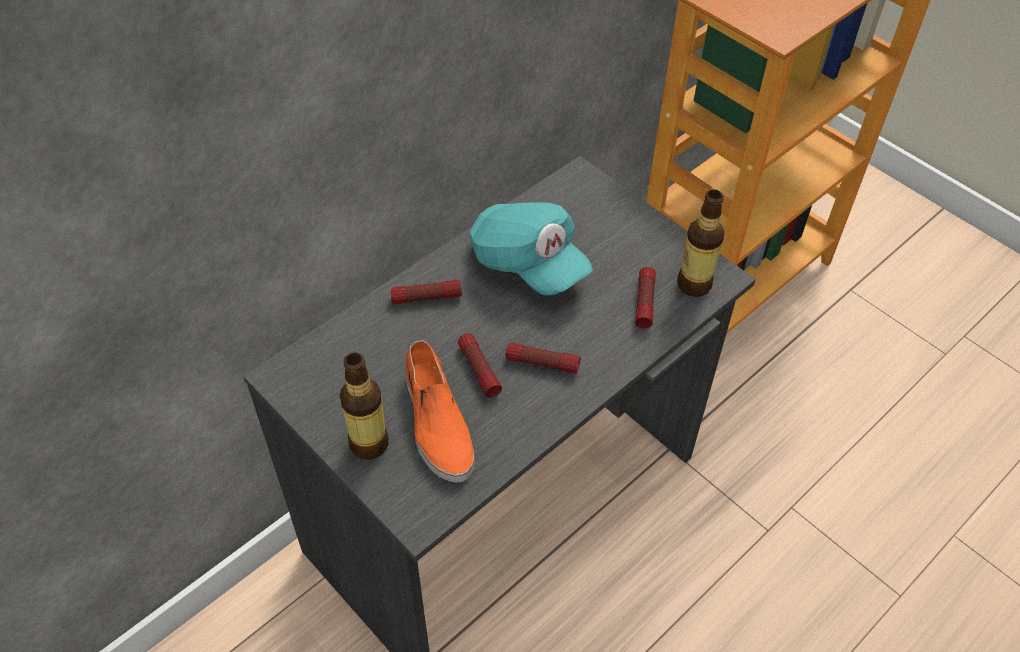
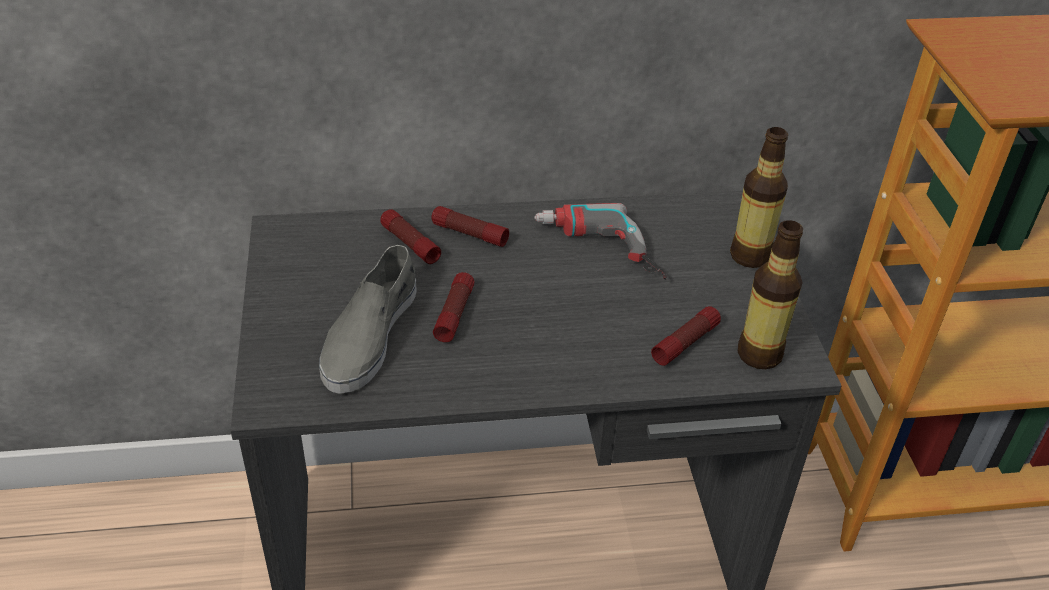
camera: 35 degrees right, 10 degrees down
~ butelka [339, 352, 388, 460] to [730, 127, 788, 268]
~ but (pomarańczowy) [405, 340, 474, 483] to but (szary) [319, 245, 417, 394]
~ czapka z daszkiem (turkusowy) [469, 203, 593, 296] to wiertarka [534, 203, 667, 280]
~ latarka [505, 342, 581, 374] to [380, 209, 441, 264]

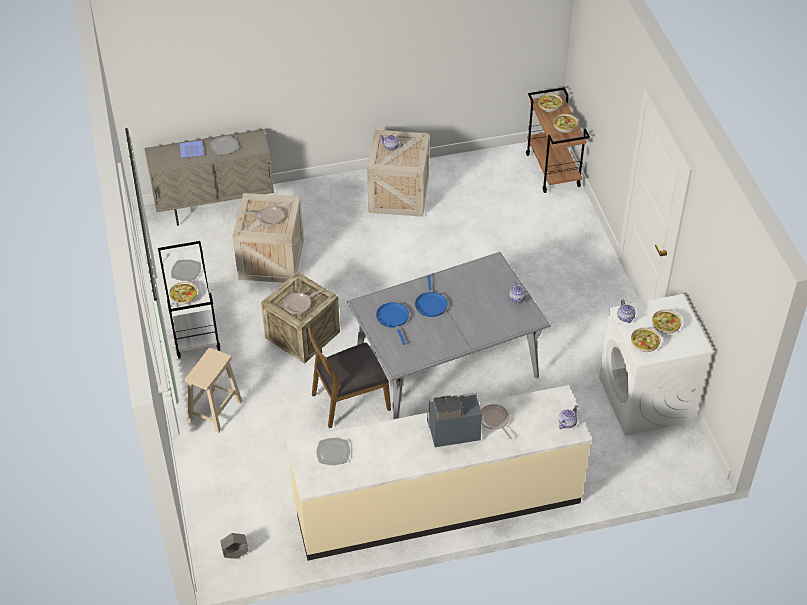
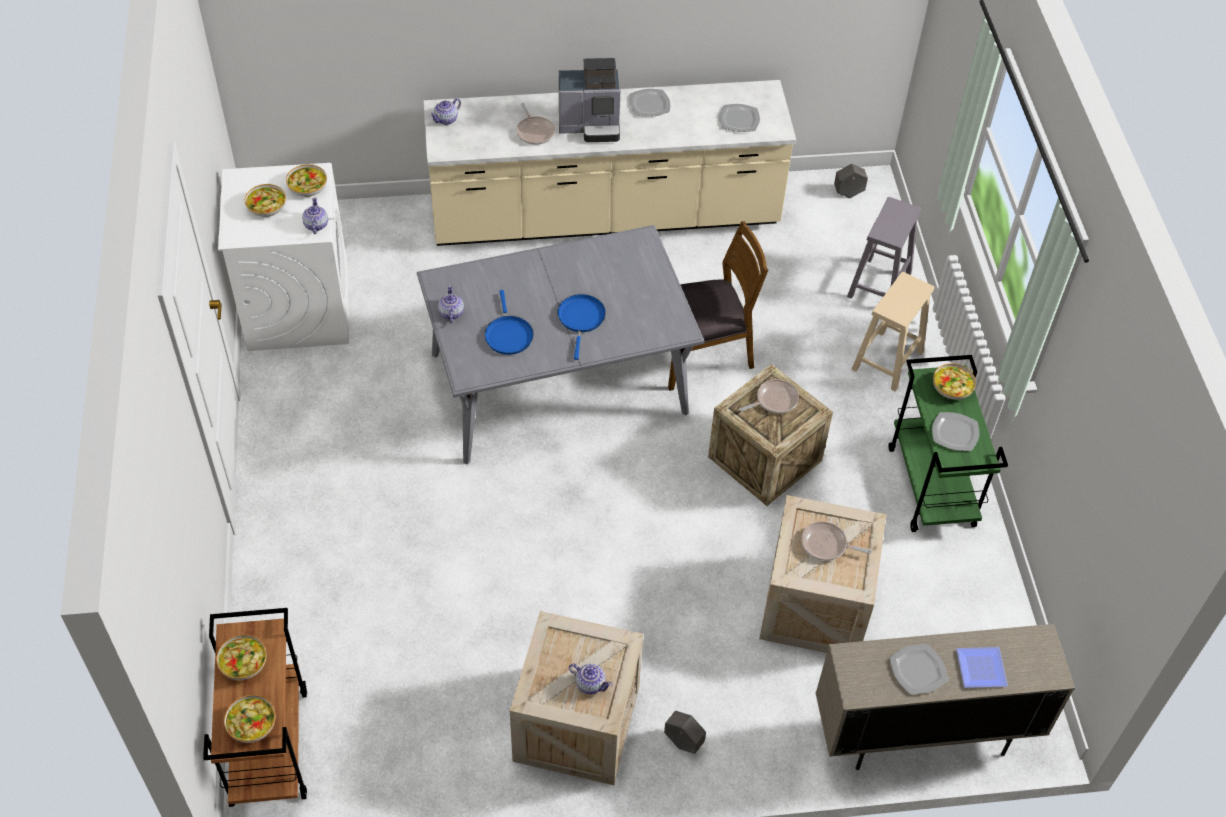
camera: 175 degrees left, 5 degrees up
~ wózek (biały) [158, 241, 220, 359] to wózek (zielony) [889, 355, 1008, 532]
~ patelnia (niebieski) [376, 302, 409, 345] to [485, 290, 534, 355]
+ talerz [629, 89, 670, 117]
+ donica (szary) [664, 711, 706, 754]
+ stołek (szary) [847, 197, 921, 299]

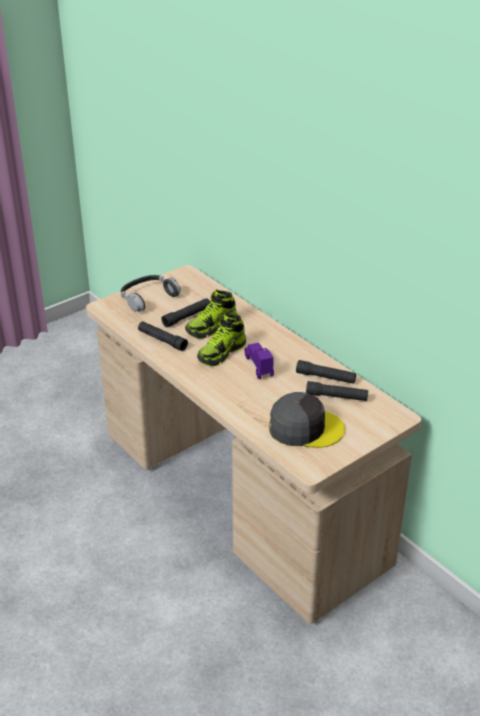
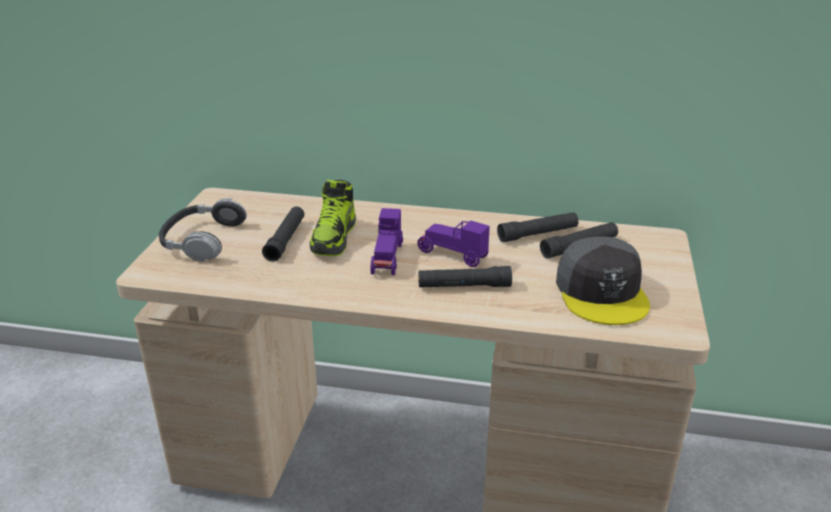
camera: 40 degrees left, 5 degrees down
~ latarka (czarny) [138, 321, 188, 351] to [418, 266, 512, 287]
~ but [197, 314, 246, 366] to samochodzik (fioletowy) [370, 208, 403, 275]
~ czapka z daszkiem (szary) [269, 392, 345, 448] = [556, 236, 650, 325] 120 degrees clockwise

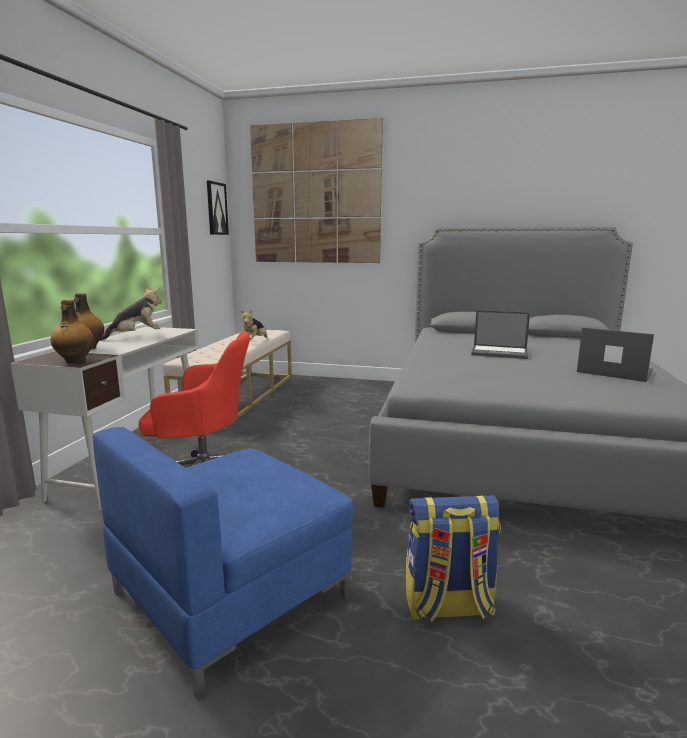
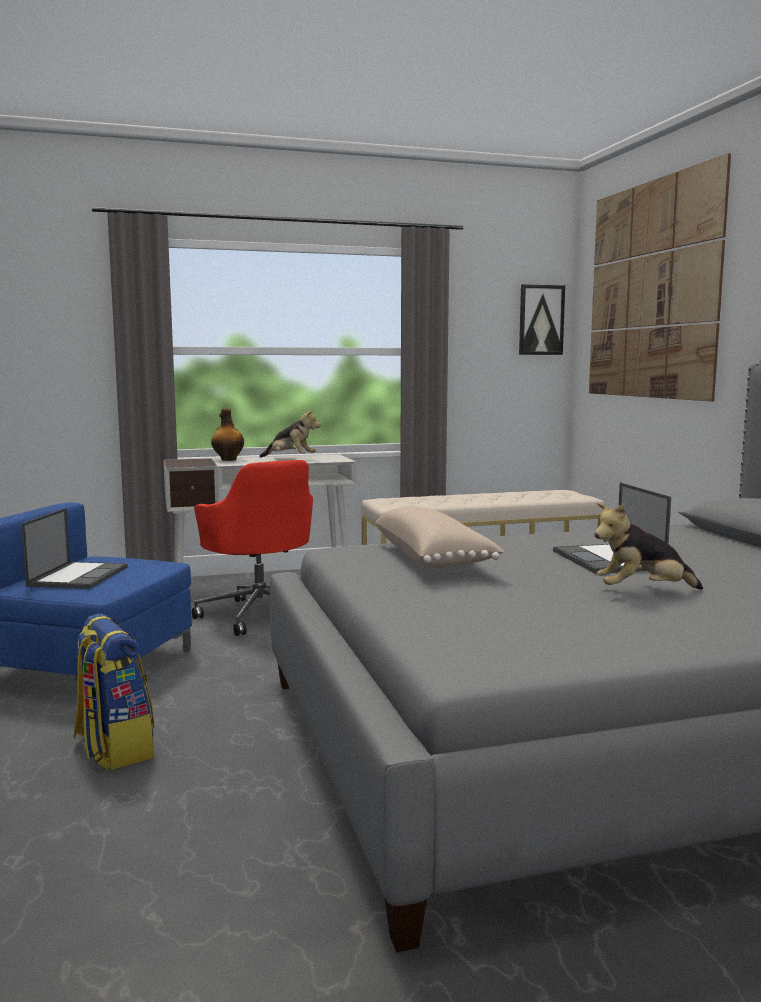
camera: 60 degrees right, 5 degrees down
- butelka [51, 300, 94, 363]
~ pluszak [241, 309, 267, 340] to [594, 503, 703, 590]
~ laptop [577, 327, 654, 382] to [21, 508, 128, 589]
+ poduszka (beżowy) [375, 506, 504, 569]

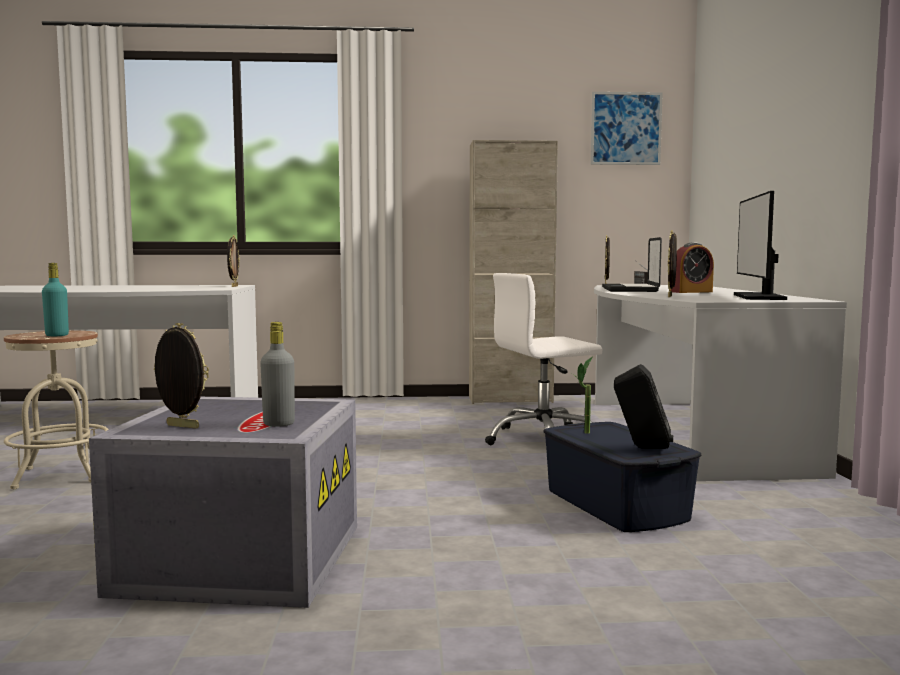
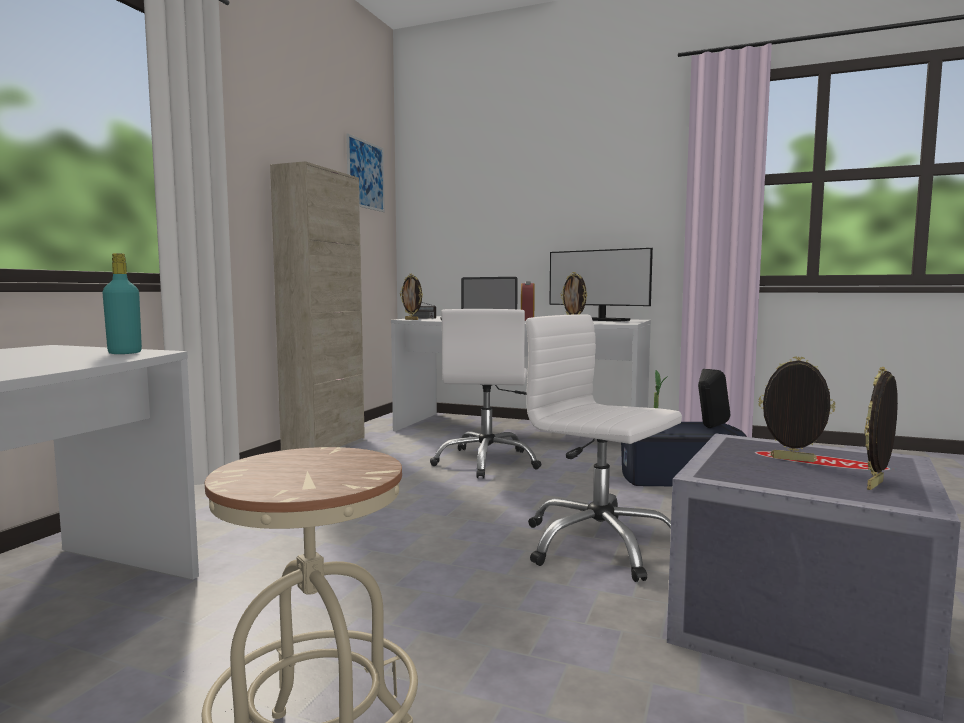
camera: 65 degrees left, 0 degrees up
~ butelka (turkusowy) [42, 263, 69, 336] to [102, 253, 142, 354]
~ ramka na zdjęcie [227, 235, 240, 287] to [758, 357, 835, 462]
- butelka (szary) [260, 322, 295, 427]
+ krzesło biurowe (biały) [526, 314, 682, 582]

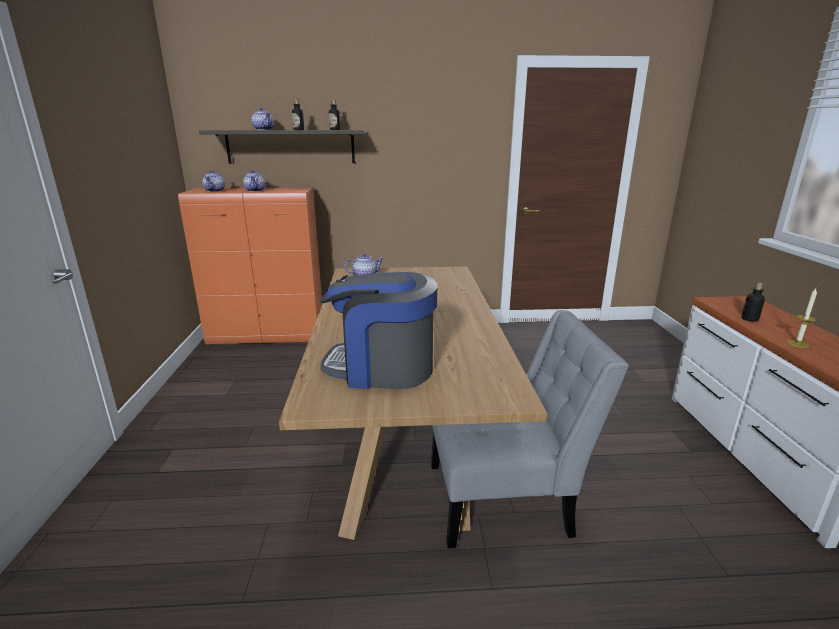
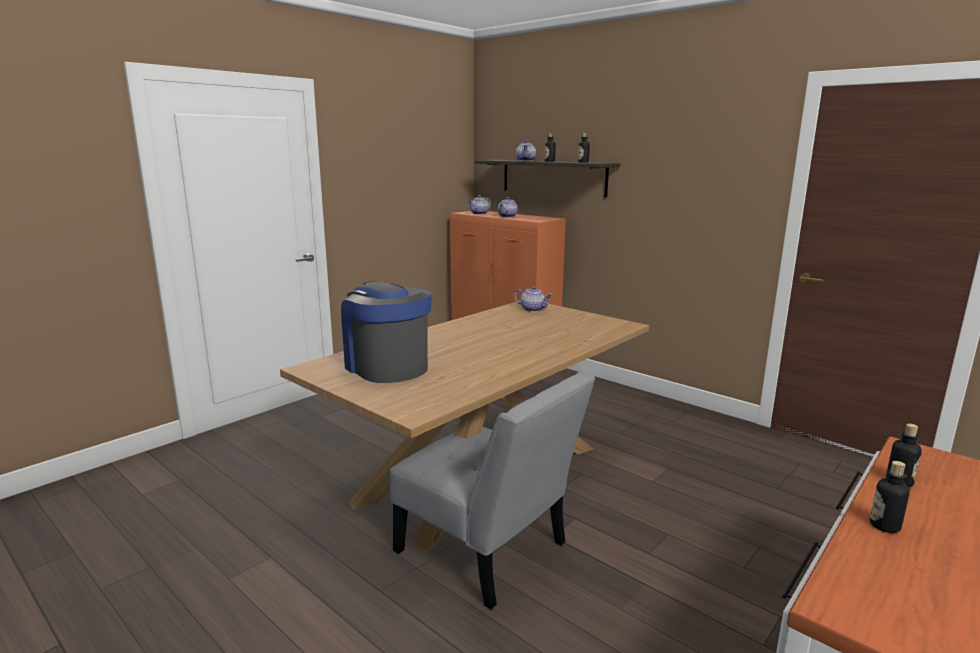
camera: 45 degrees right, 5 degrees down
~ świeca [787, 289, 817, 348] to butelka [870, 461, 910, 533]

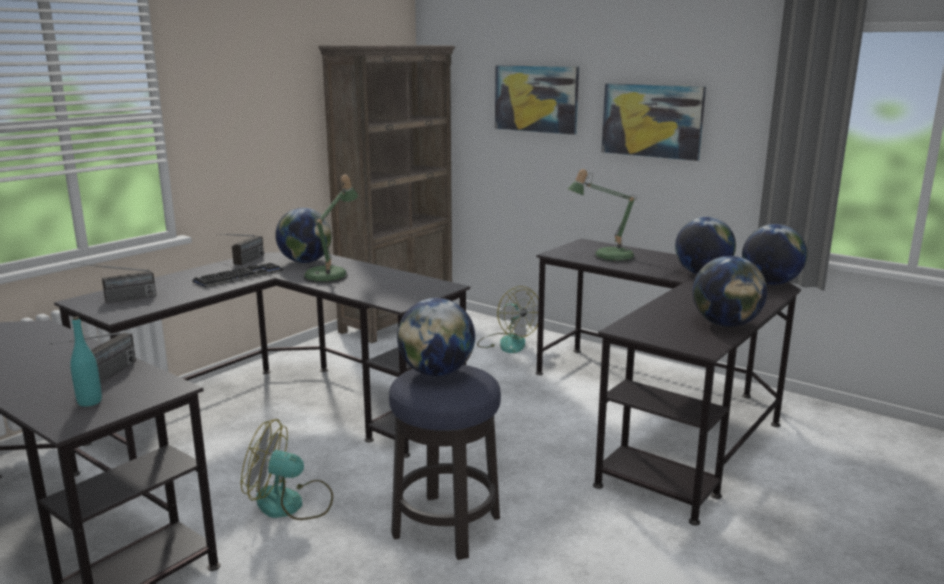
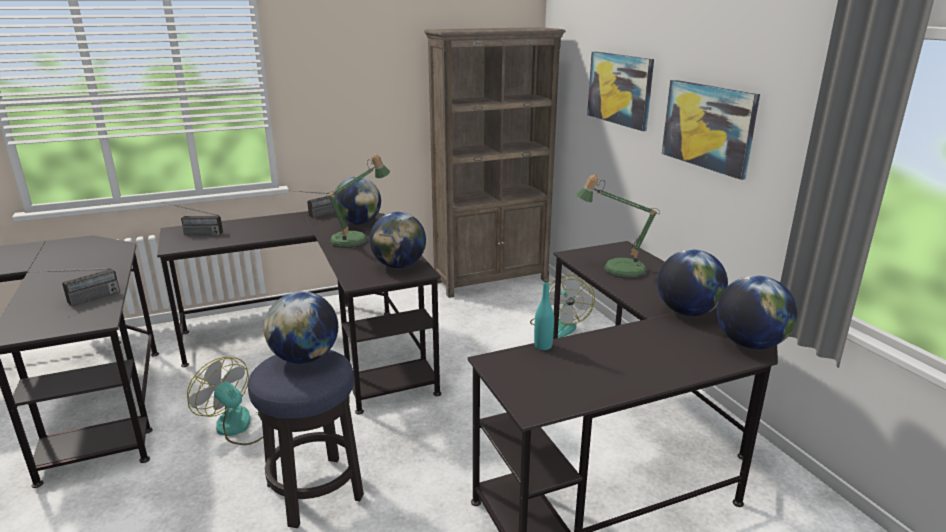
camera: 30 degrees right, 5 degrees up
~ butelka (turkusowy) [70, 316, 102, 407] to [534, 279, 554, 350]
- klawiatura [192, 263, 284, 288]
~ globus [693, 256, 767, 327] to [370, 212, 426, 268]

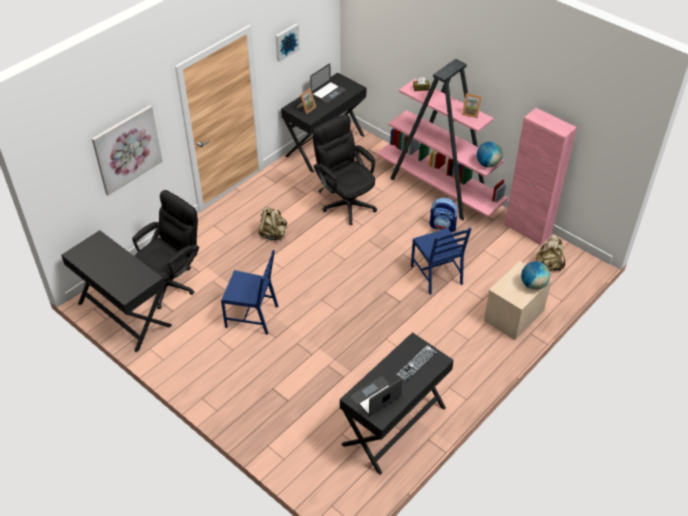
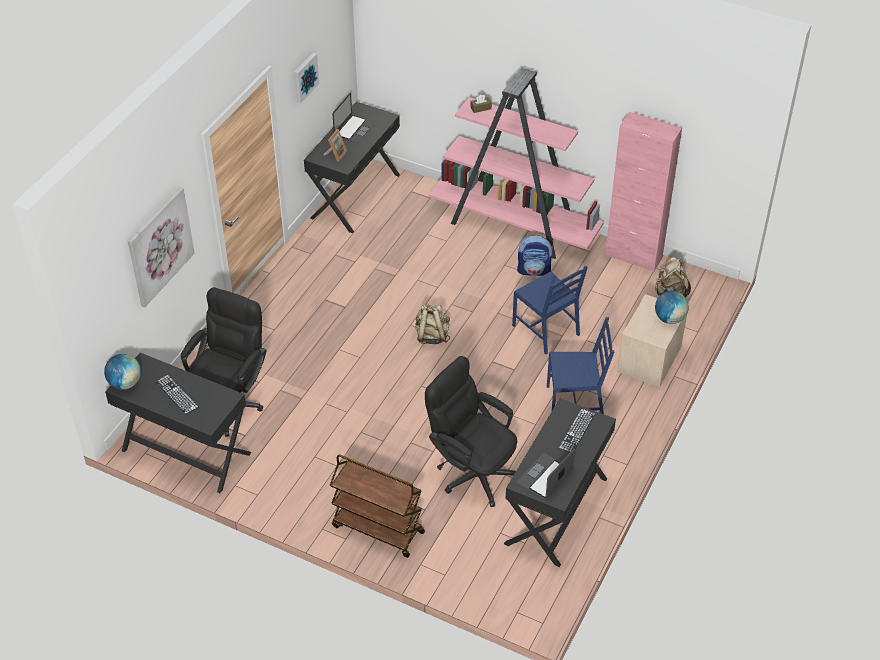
camera: 15 degrees left, 0 degrees up
~ krzesło (niebieski) [221, 250, 278, 335] to [547, 317, 614, 414]
~ plecak (beżowy) [259, 207, 287, 240] to [415, 304, 450, 344]
~ krzesło biurowe (czarny) [313, 114, 377, 225] to [425, 356, 517, 507]
- ramka na zdjęcie [462, 93, 482, 118]
~ globus [477, 142, 503, 168] to [104, 354, 141, 390]
+ klawiatura [156, 375, 199, 414]
+ wózek (brązowy) [330, 454, 425, 558]

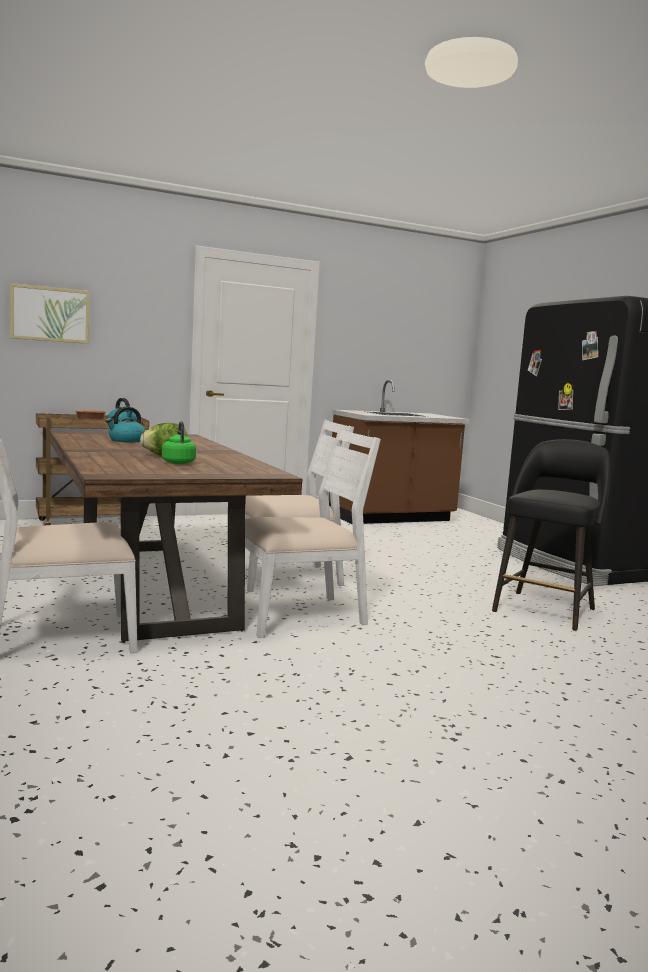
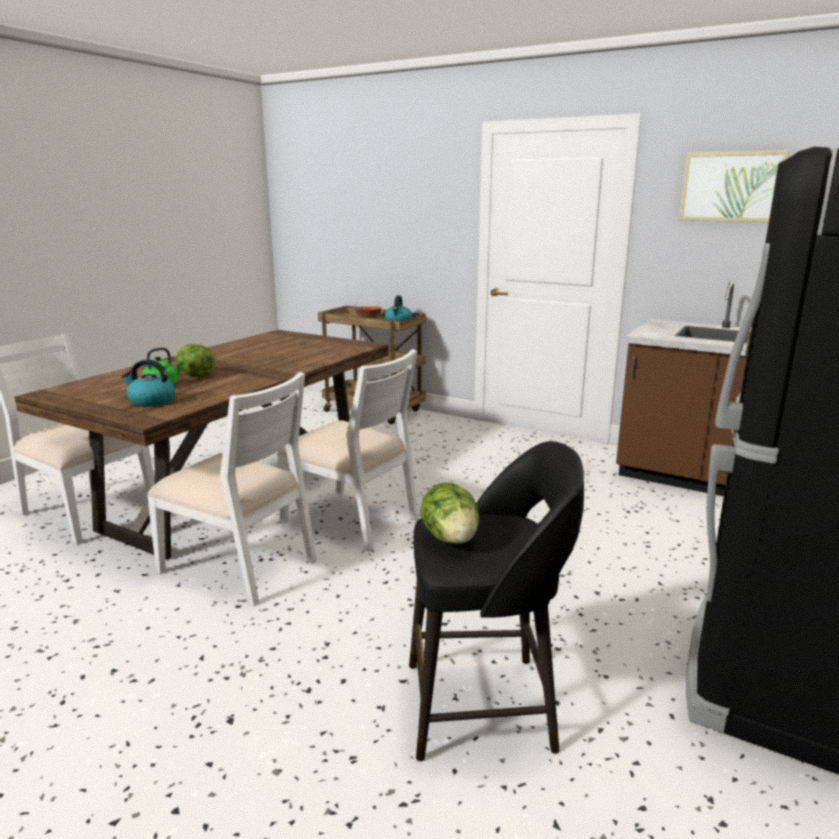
camera: 55 degrees right, 10 degrees up
~ obraz [10, 283, 89, 344] to [679, 150, 789, 222]
~ czajnik [106, 407, 145, 443] to [121, 359, 175, 407]
+ sałata [420, 482, 479, 544]

